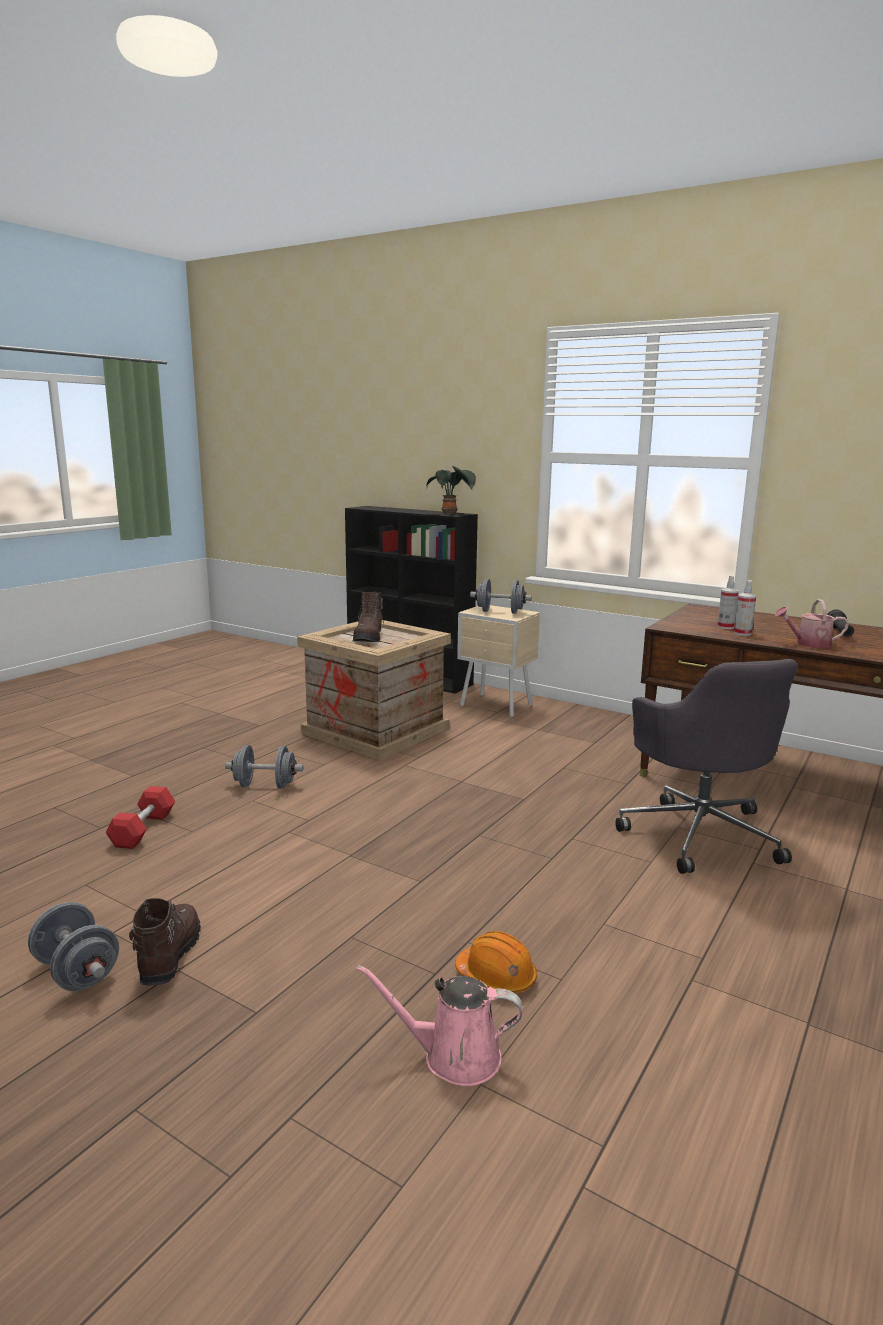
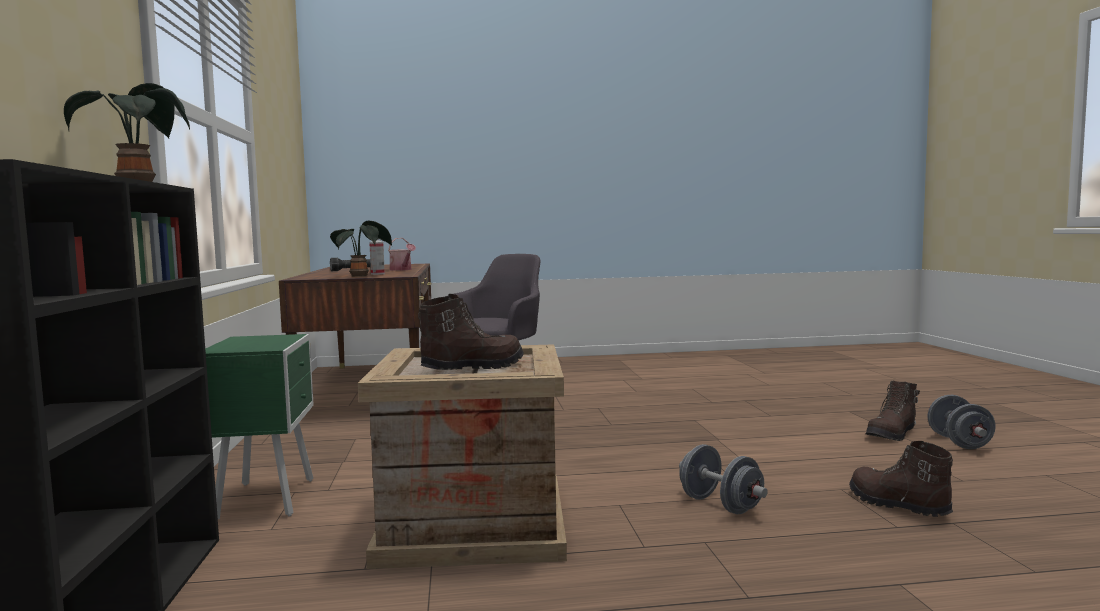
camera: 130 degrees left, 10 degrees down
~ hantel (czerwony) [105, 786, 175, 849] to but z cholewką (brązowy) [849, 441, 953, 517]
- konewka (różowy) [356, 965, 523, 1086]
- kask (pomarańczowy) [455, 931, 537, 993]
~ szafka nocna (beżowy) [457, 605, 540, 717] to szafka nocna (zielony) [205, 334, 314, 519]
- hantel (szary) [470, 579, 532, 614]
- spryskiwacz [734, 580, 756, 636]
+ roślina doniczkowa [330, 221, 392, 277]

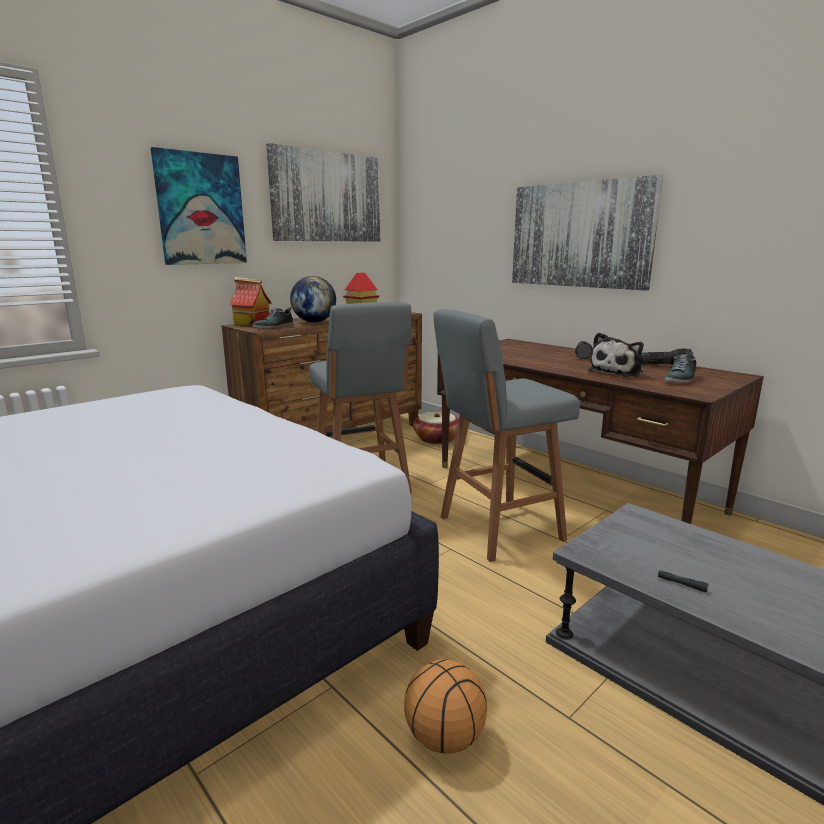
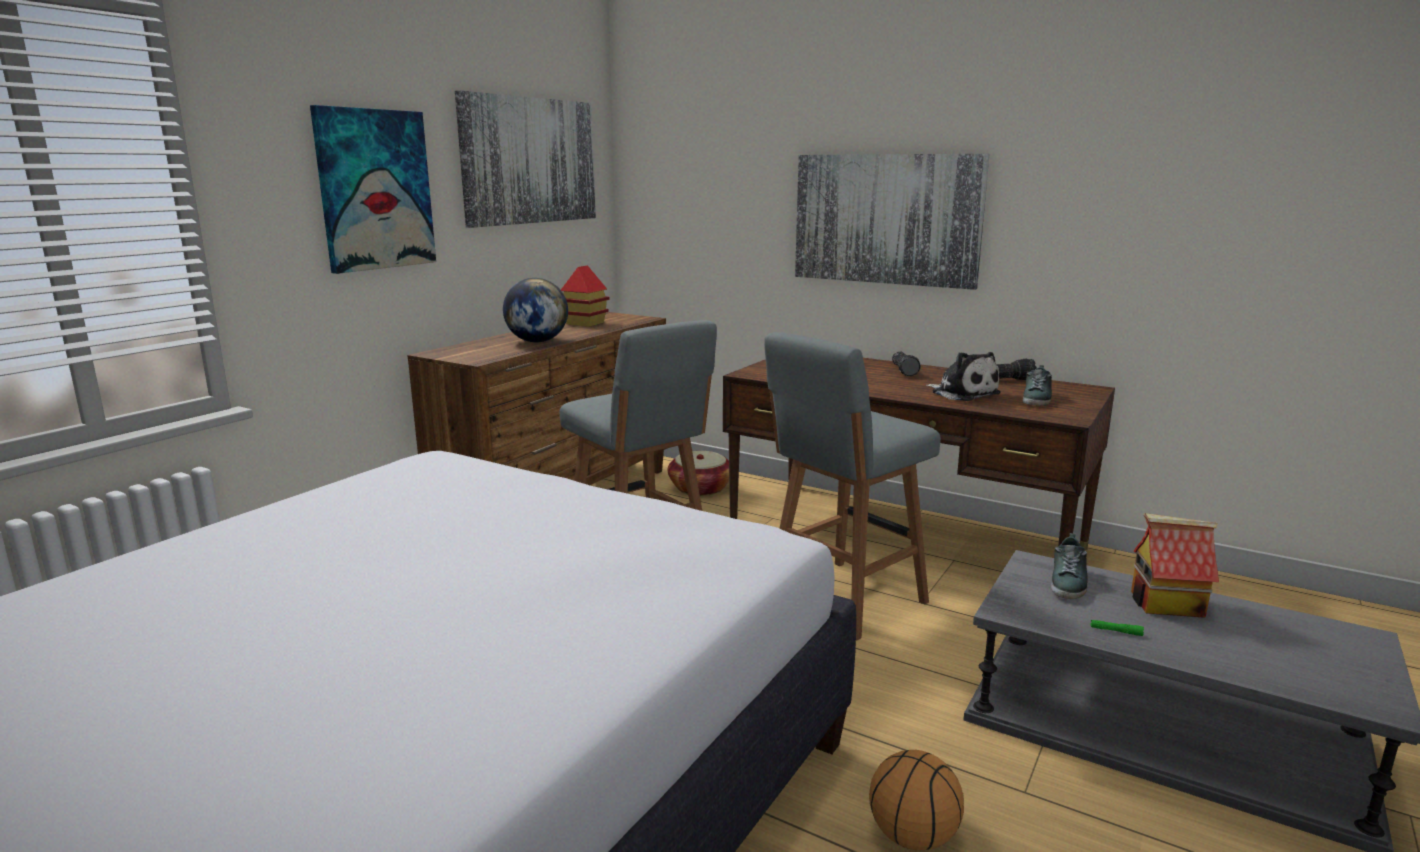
camera: 15 degrees left, 0 degrees up
~ domek [229, 277, 272, 327] to [1131, 513, 1219, 618]
~ but [252, 307, 293, 329] to [1051, 533, 1088, 599]
~ pluszak [588, 333, 644, 377] = [926, 352, 1001, 401] 60 degrees counterclockwise
~ latarka (czarny) [658, 570, 708, 593] to latarka (zielony) [1091, 620, 1144, 636]

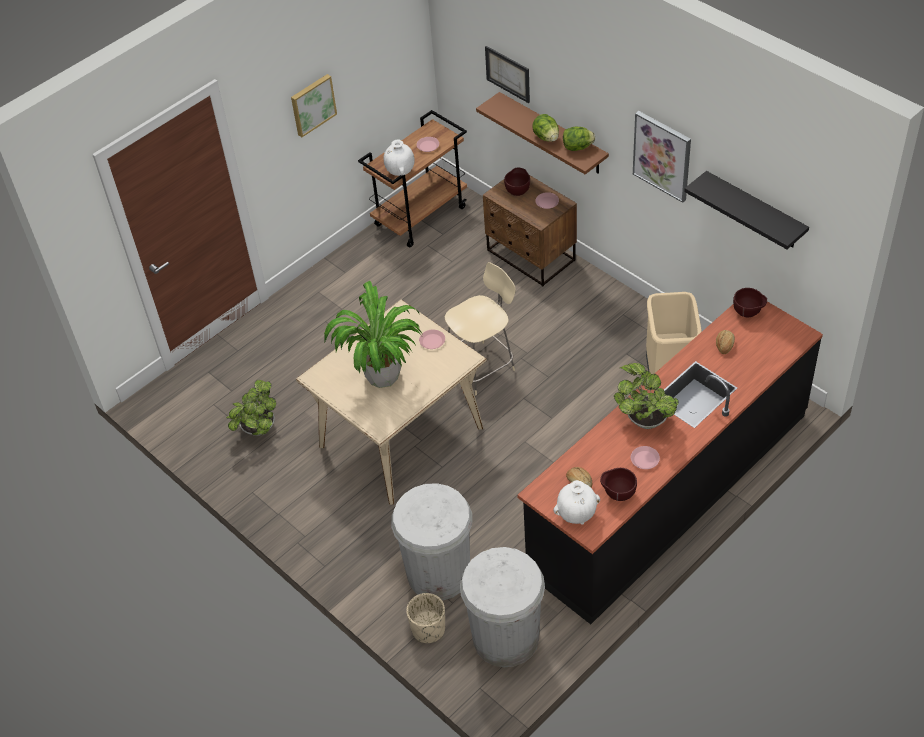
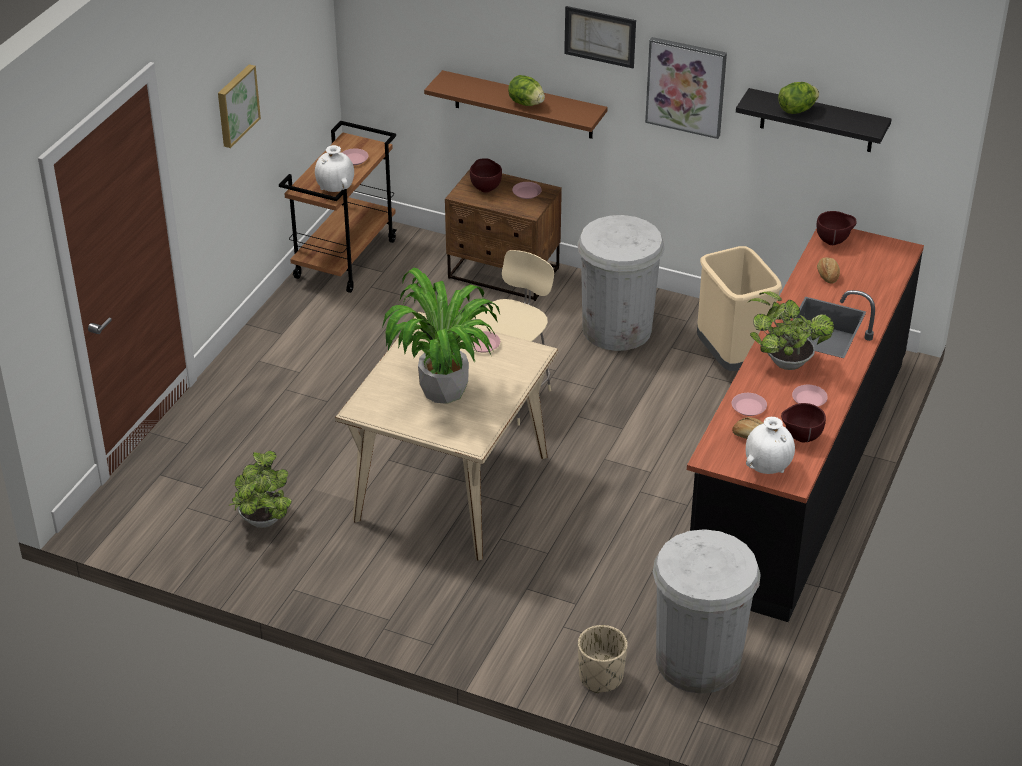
camera: 25 degrees left, 10 degrees down
~ kosz na śmieci (biały) [391, 483, 472, 600] to [577, 215, 665, 351]
~ obraz [485, 46, 530, 103] to [564, 6, 636, 68]
~ sałata [563, 126, 595, 151] to [778, 82, 819, 114]
+ talerz (różowy) [732, 393, 767, 416]

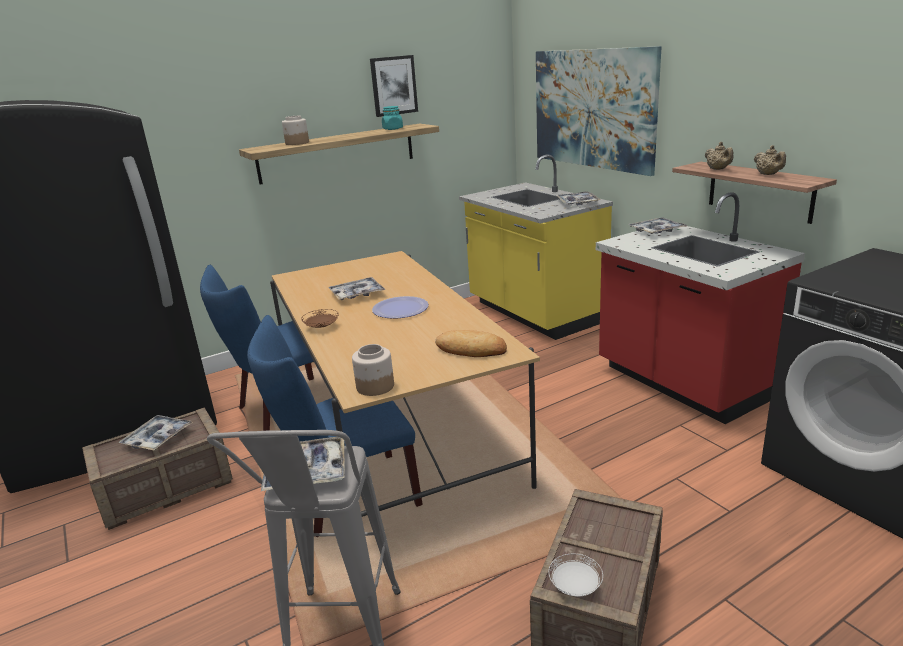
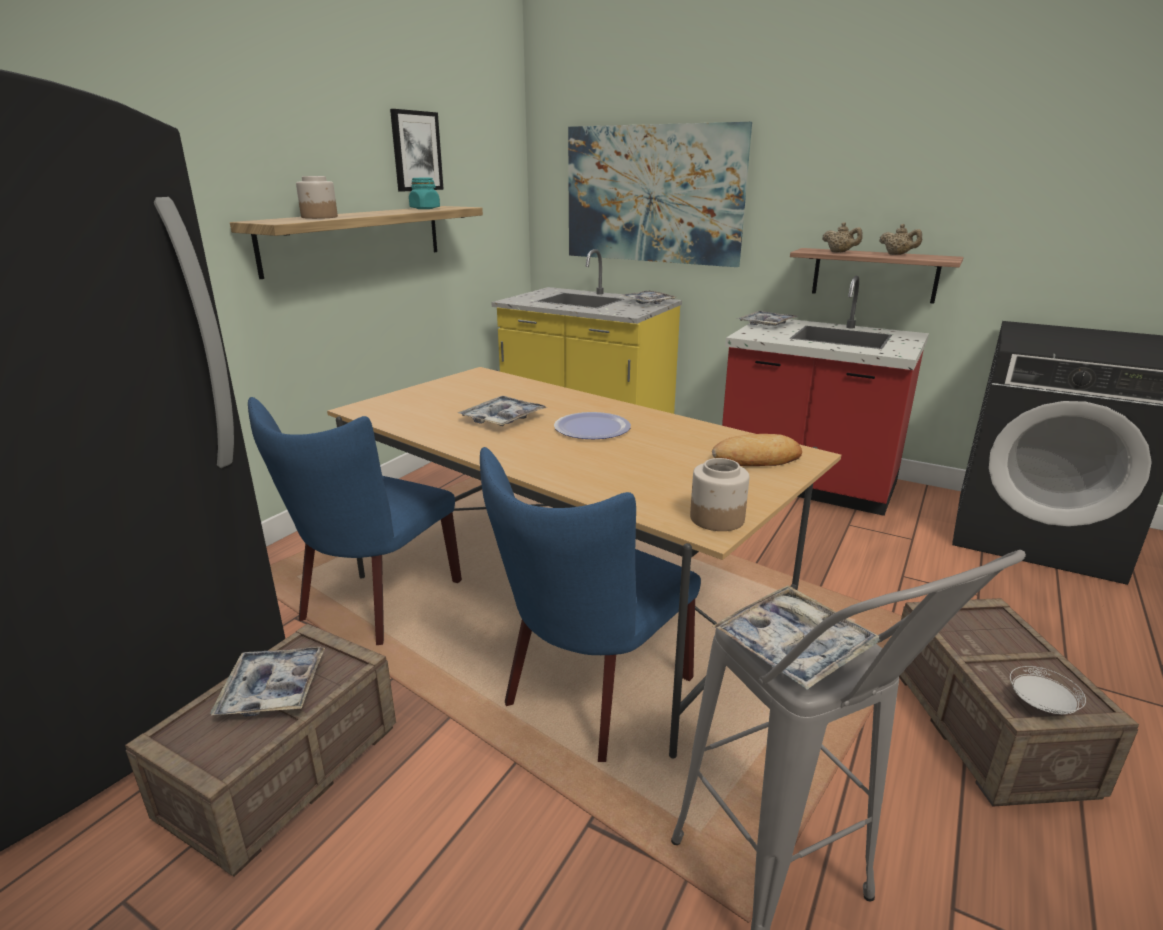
camera: 30 degrees left, 0 degrees up
- talerz (brązowy) [301, 309, 339, 328]

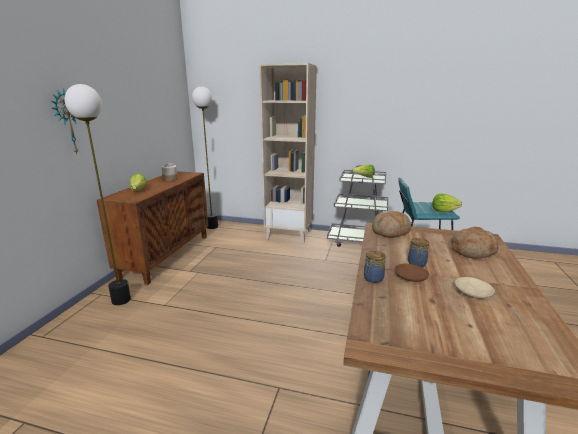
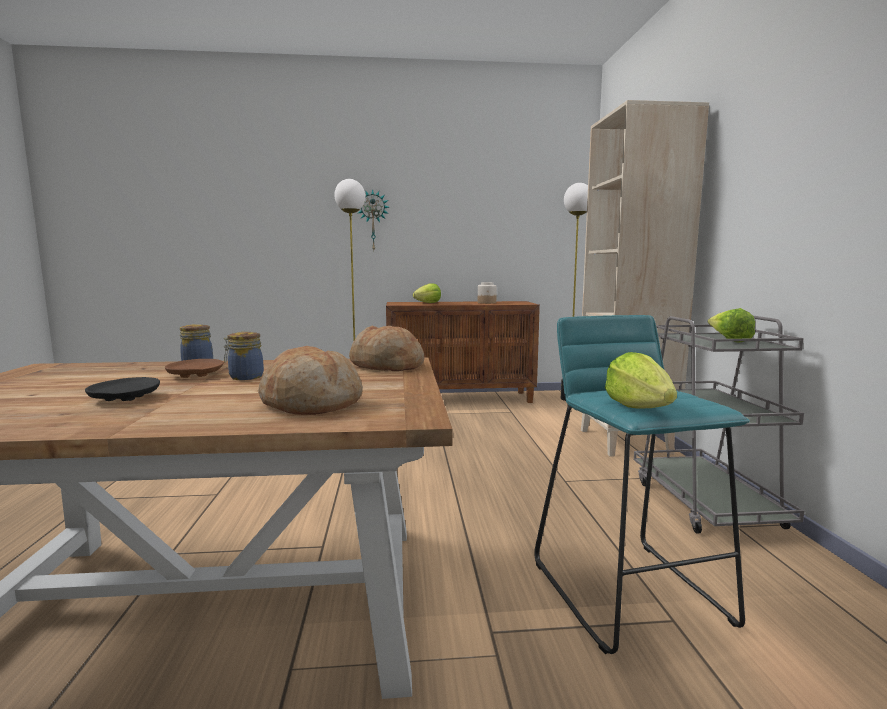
camera: 70 degrees right, 10 degrees down
~ talerz (beżowy) [455, 277, 495, 298] to talerz (czarny) [85, 377, 160, 401]

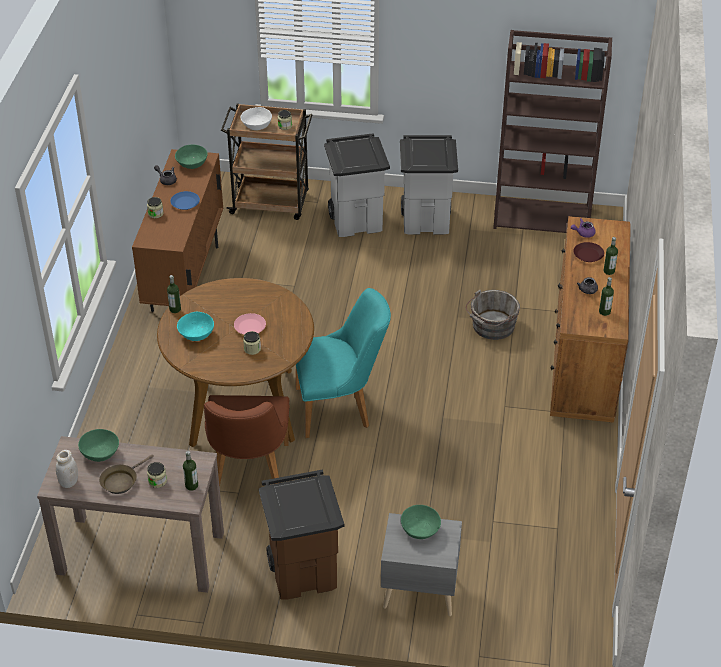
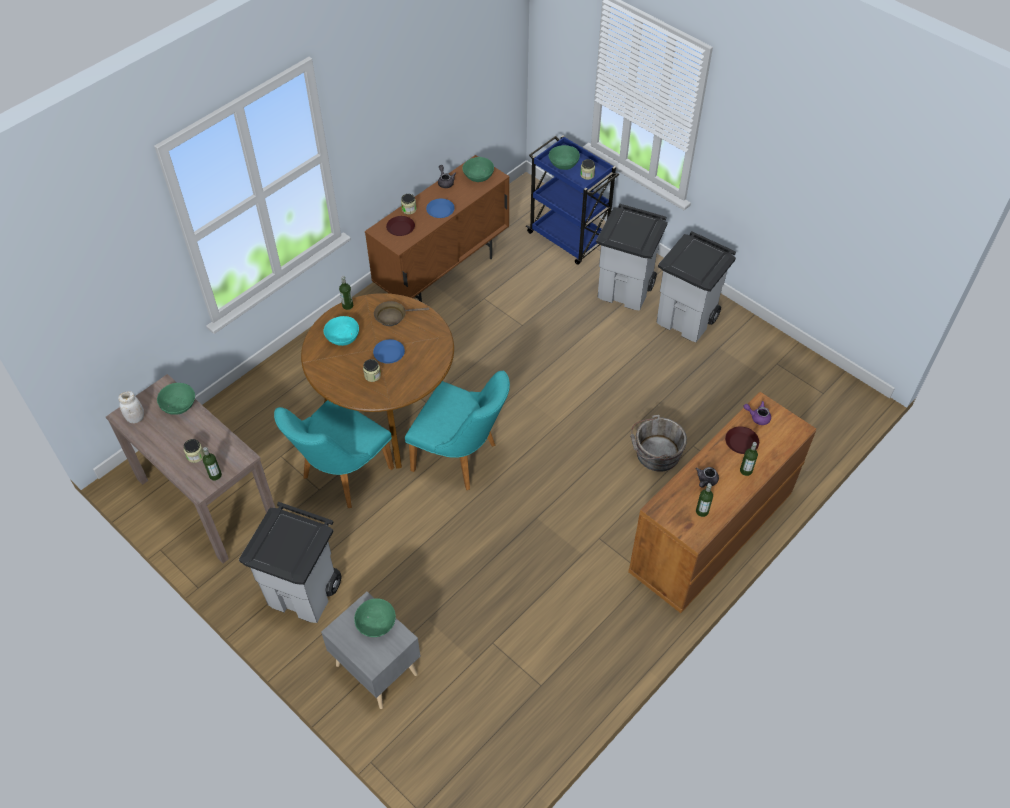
camera: 35 degrees right, 10 degrees up
~ patelnia (brązowy) [99, 455, 154, 494] to [374, 301, 429, 326]
~ krzesło (brązowy) [204, 395, 290, 487] to krzesło (turkusowy) [274, 400, 394, 508]
~ wózek (brązowy) [221, 103, 312, 220] to wózek (niebieski) [526, 135, 619, 265]
~ talerz (różowy) [234, 313, 266, 335] to talerz (niebieski) [373, 339, 405, 364]
~ miska (biały) [241, 107, 272, 130] to miska (zielony) [549, 145, 580, 170]
~ kosz na śmieci (brązowy) [259, 469, 344, 599] to kosz na śmieci (szary) [239, 502, 342, 623]
- regał (brązowy) [493, 30, 612, 233]
+ talerz (brązowy) [386, 216, 415, 236]

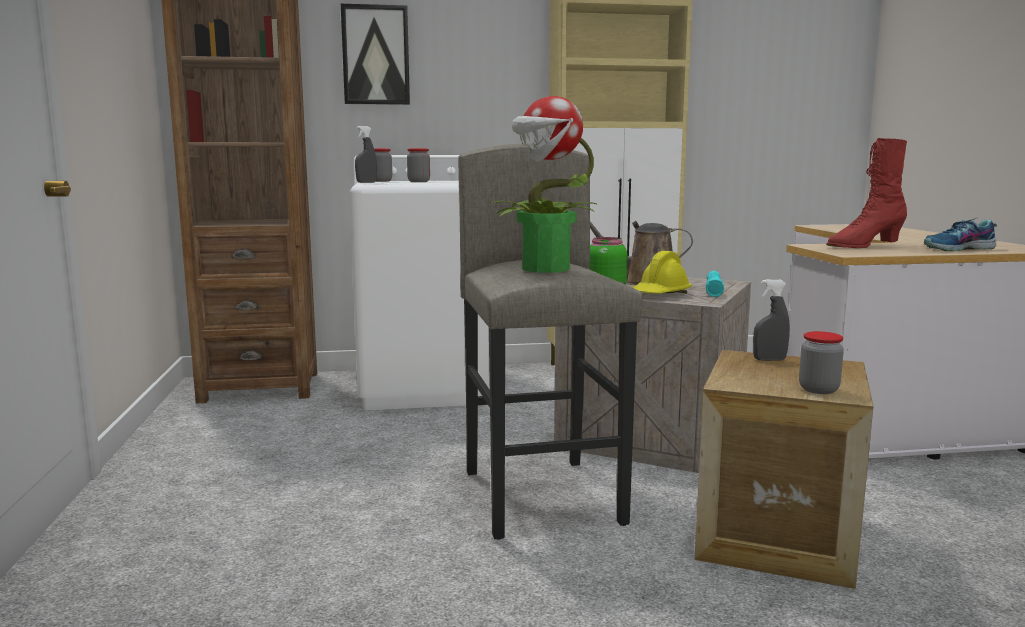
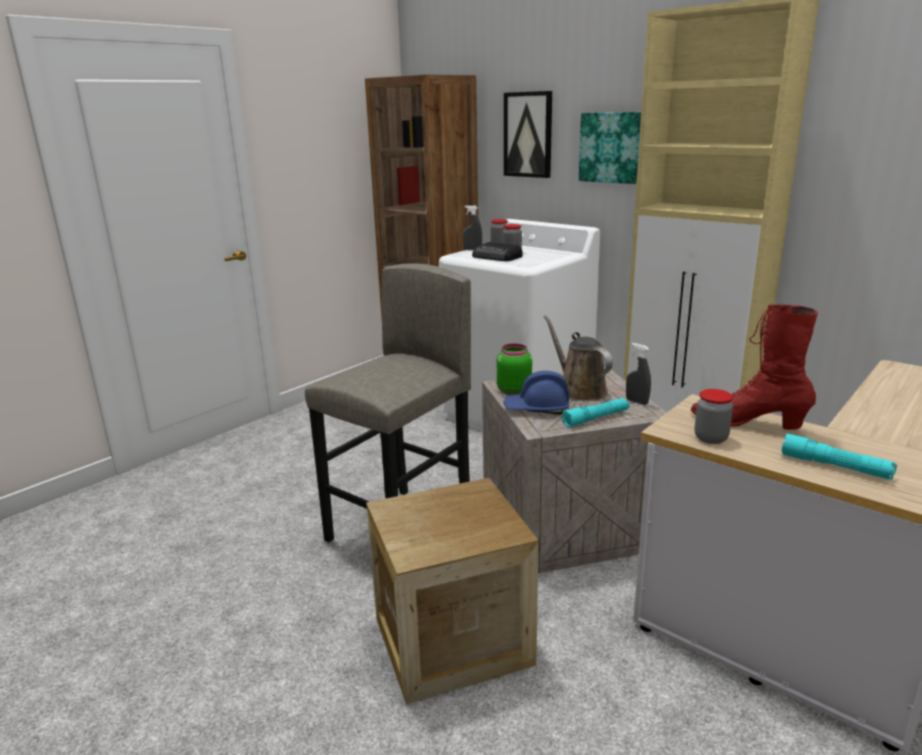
camera: 50 degrees right, 10 degrees up
- roślina doniczkowa [493, 96, 597, 273]
~ kask (żółty) [632, 251, 692, 294] to kask (niebieski) [504, 371, 569, 415]
~ spryskiwacz (szary) [753, 279, 790, 361] to [626, 343, 651, 405]
~ słoik [799, 331, 844, 394] to [695, 389, 733, 444]
~ but [924, 218, 997, 251] to latarka (turkusowy) [782, 434, 897, 479]
+ radio [472, 242, 523, 261]
+ obraz [579, 112, 641, 184]

